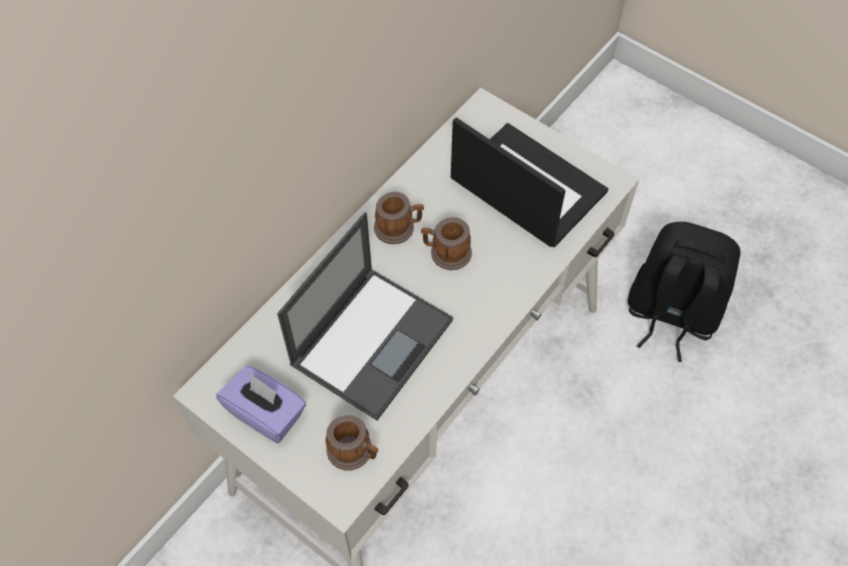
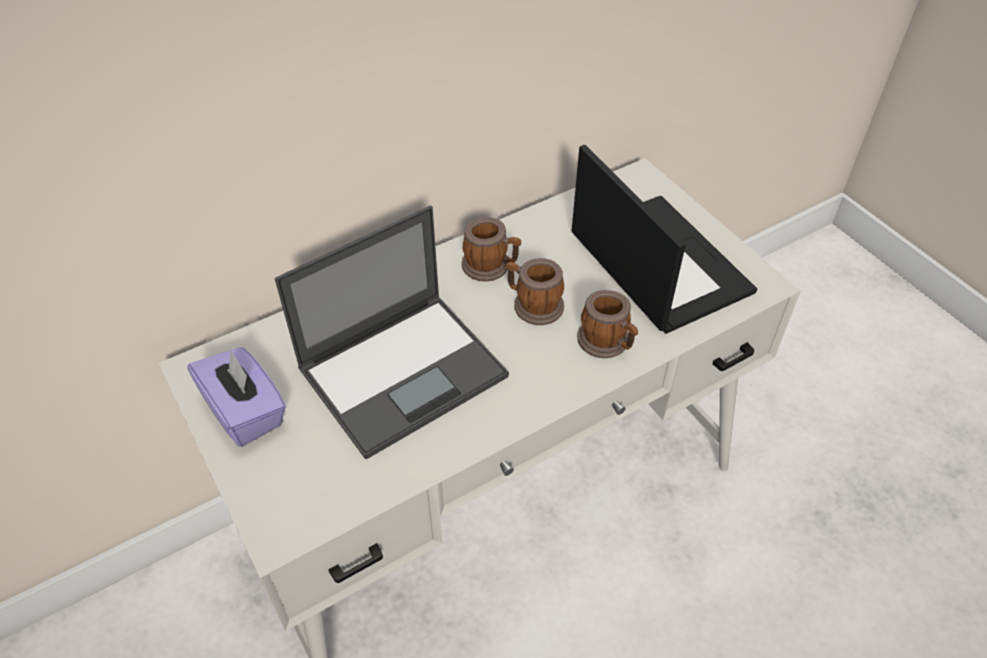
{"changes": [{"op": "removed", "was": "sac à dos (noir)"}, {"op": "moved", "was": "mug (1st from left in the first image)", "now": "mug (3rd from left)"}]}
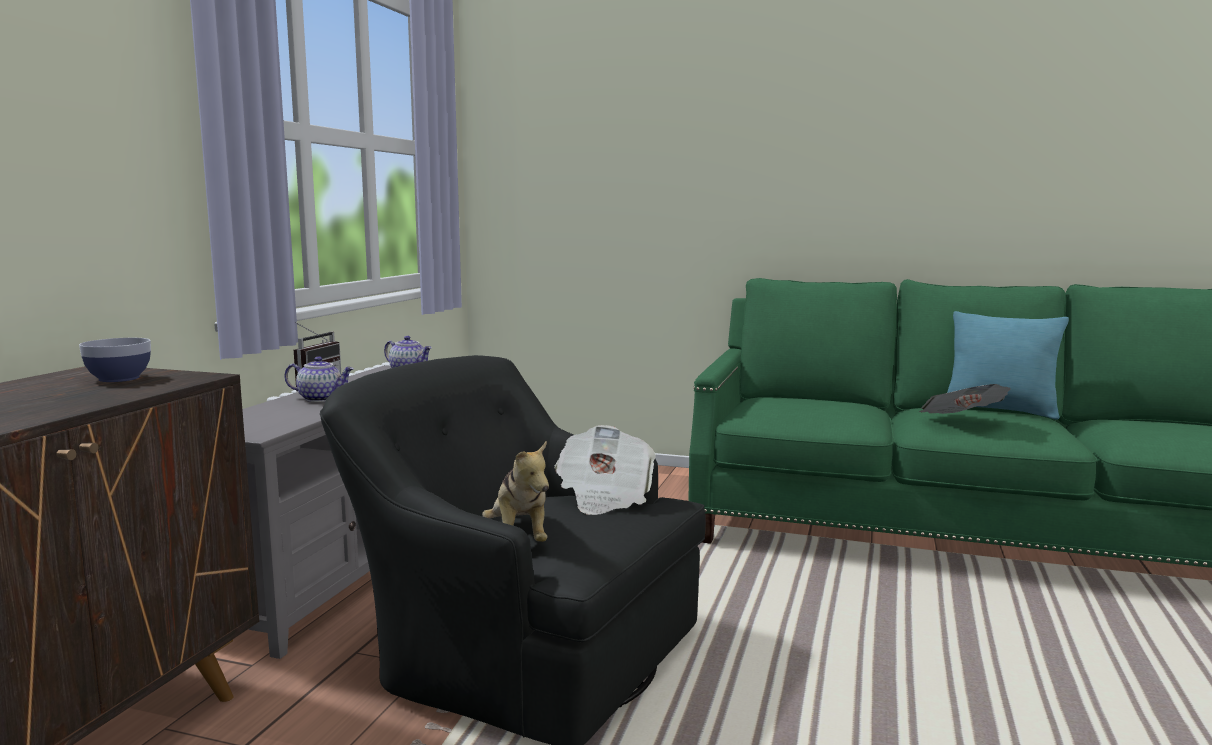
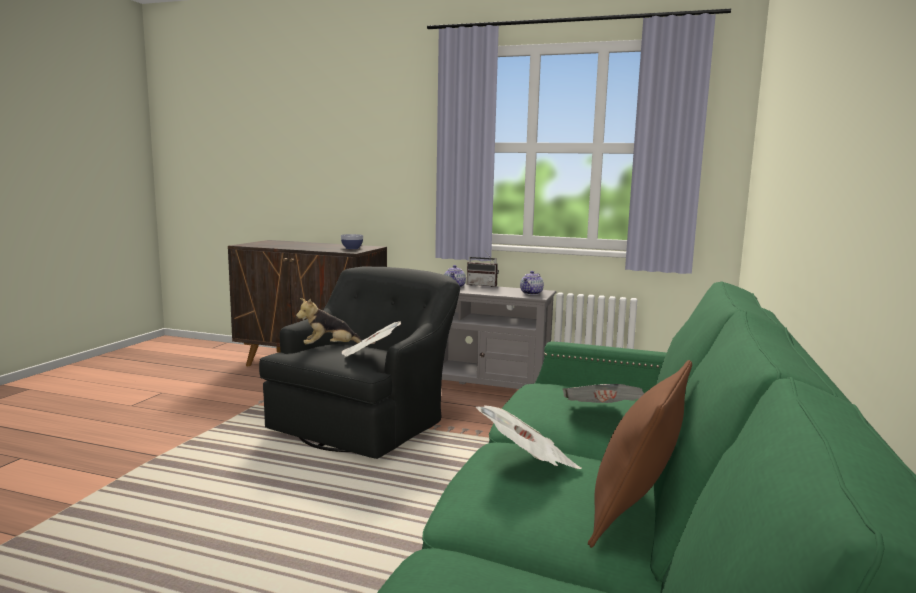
{"changes": [{"op": "added", "now": "journal (3rd from left)"}, {"op": "recoloured", "was": "coussin (turquoise)", "now": "coussin (marron)"}]}
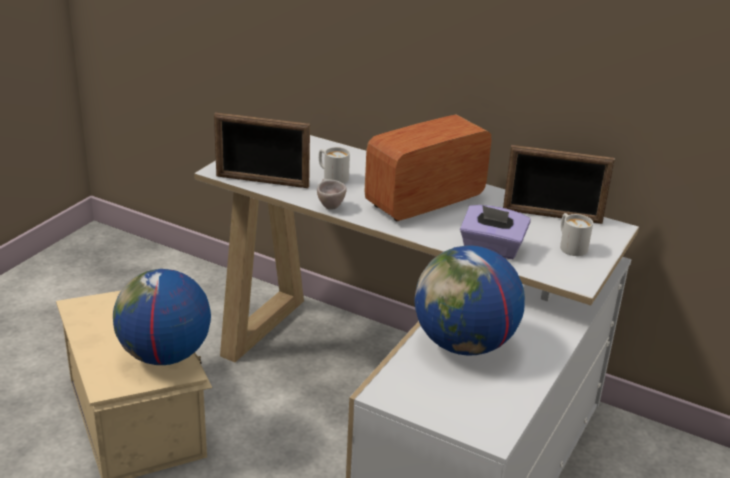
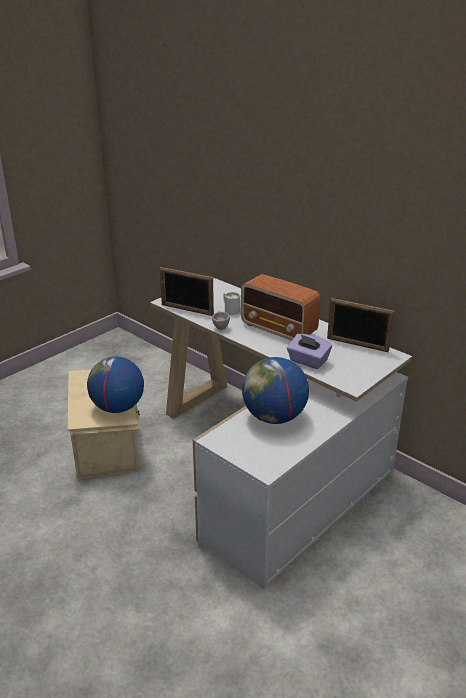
{"changes": [{"op": "removed", "was": "mug (blanc) (2nd from left)"}, {"op": "turned", "was": "radio", "clockwise": -120}]}
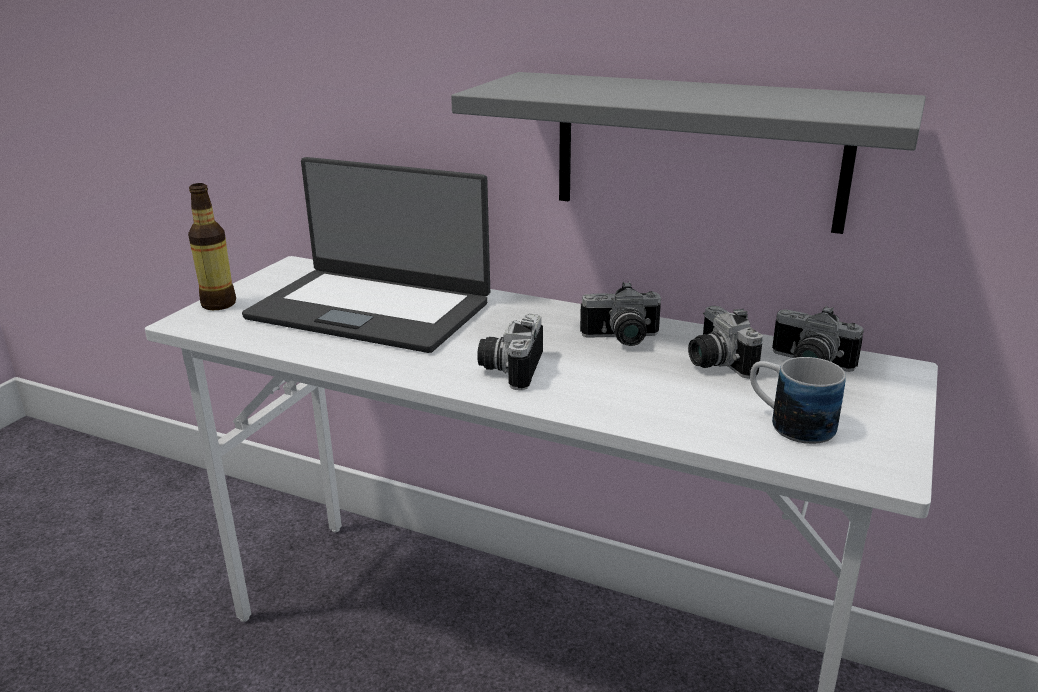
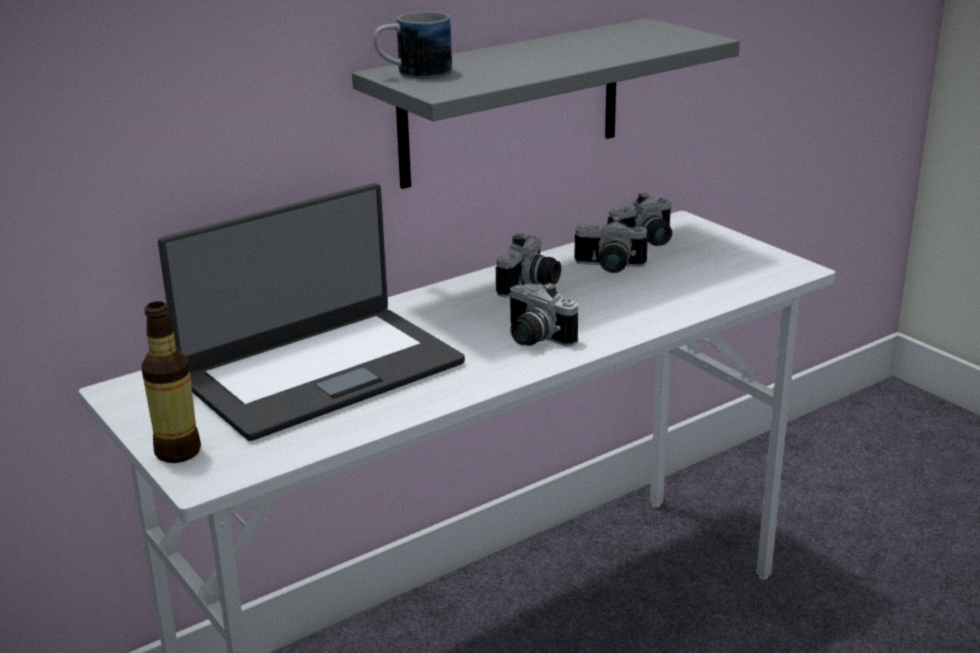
{"changes": [{"op": "moved", "was": "mug"}]}
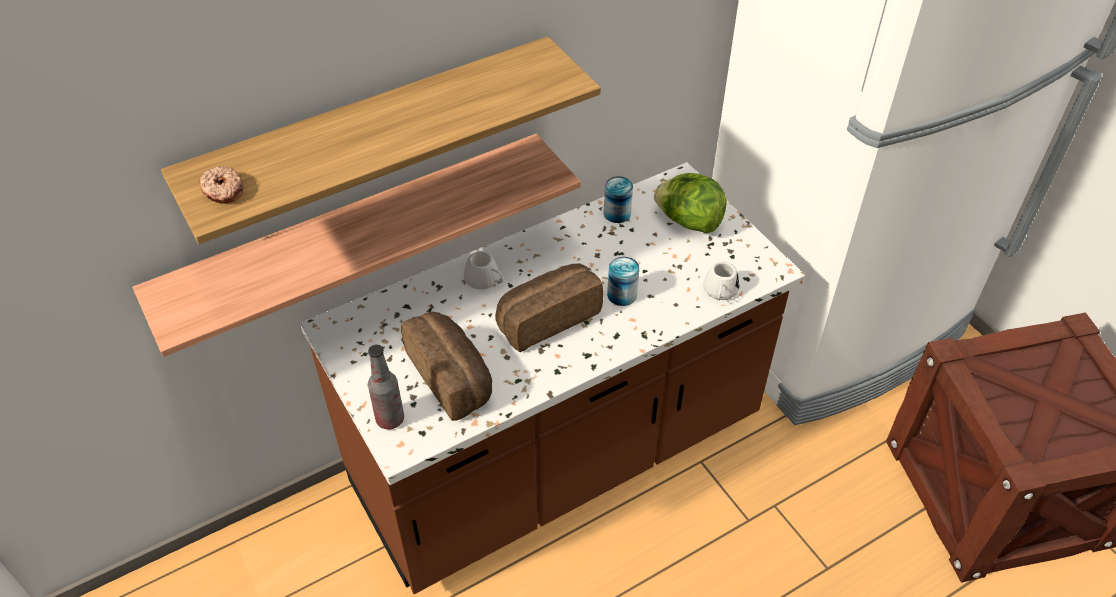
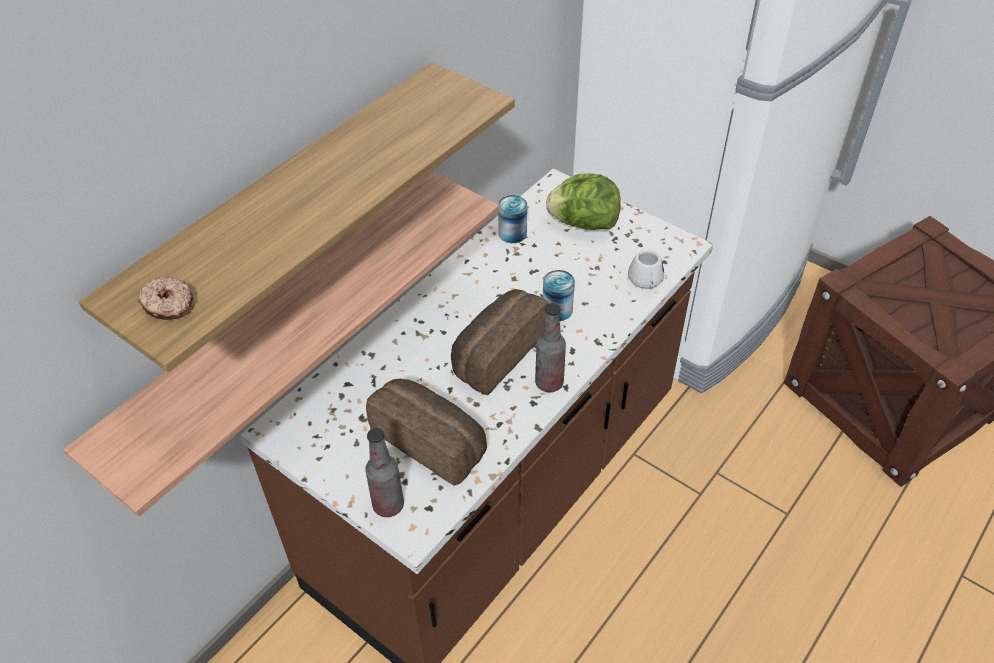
{"changes": [{"op": "removed", "was": "mug (blanc) (1st from left)"}, {"op": "added", "now": "bouteille (2nd from left)"}]}
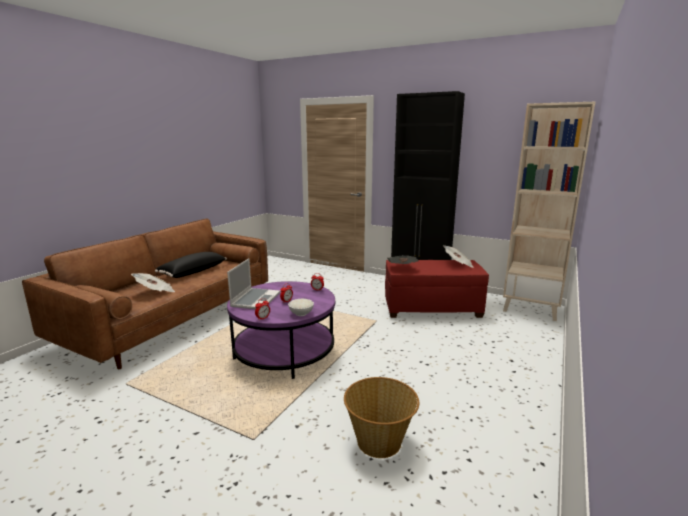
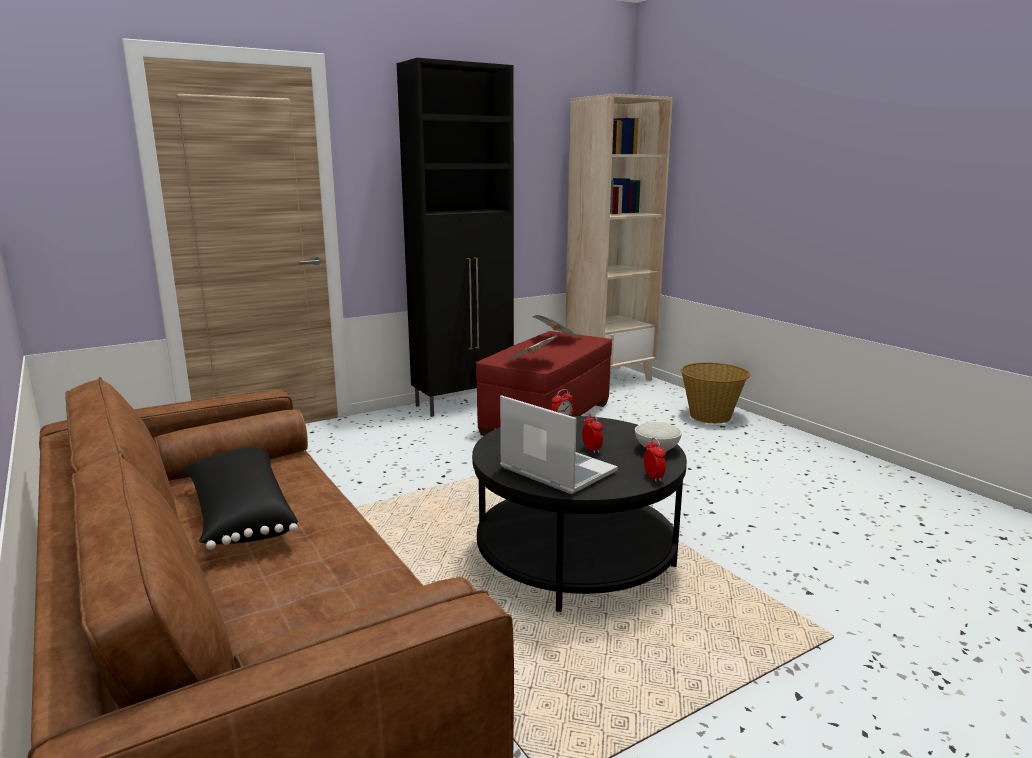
{"changes": [{"op": "removed", "was": "journal (1st from left)"}, {"op": "moved", "was": "panier"}, {"op": "recoloured", "was": "table basse (violet)", "now": "table basse (noir)"}]}
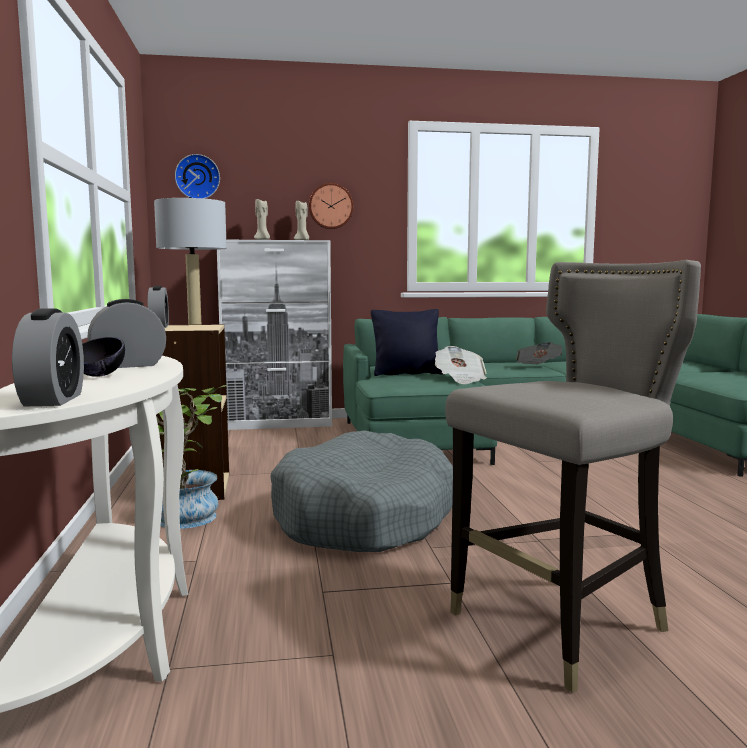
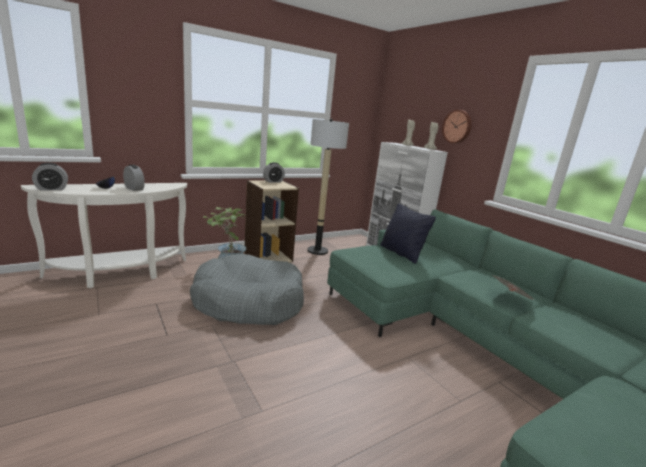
{"changes": [{"op": "removed", "was": "horloge murale (1st from left)"}, {"op": "removed", "was": "journal (1st from left)"}, {"op": "removed", "was": "tabouret (gris)"}]}
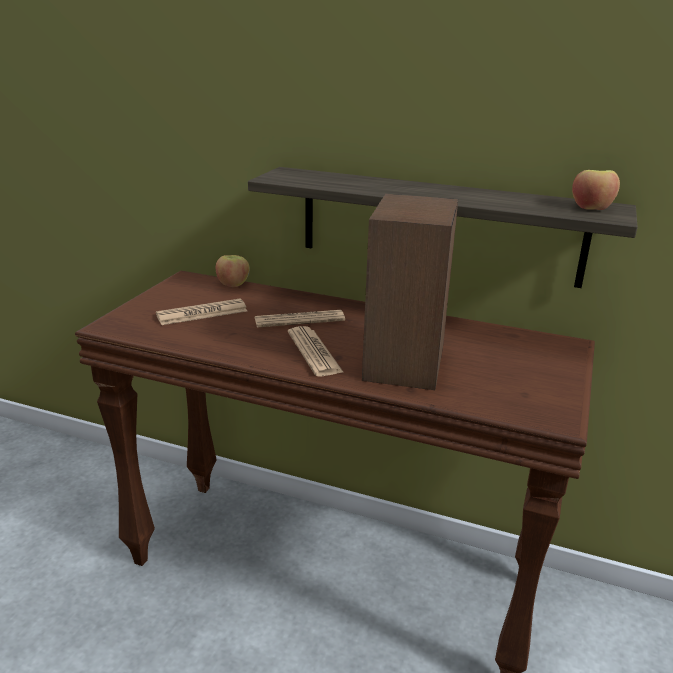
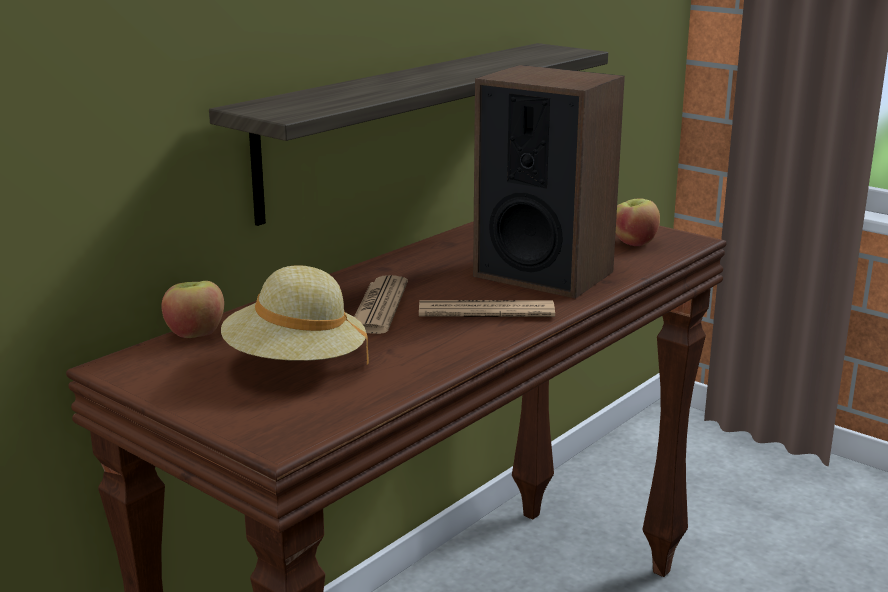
{"changes": [{"op": "moved", "was": "pomme (2nd from left)"}, {"op": "replaced", "was": "journal (1st from left)", "now": "chapeau (beige)"}]}
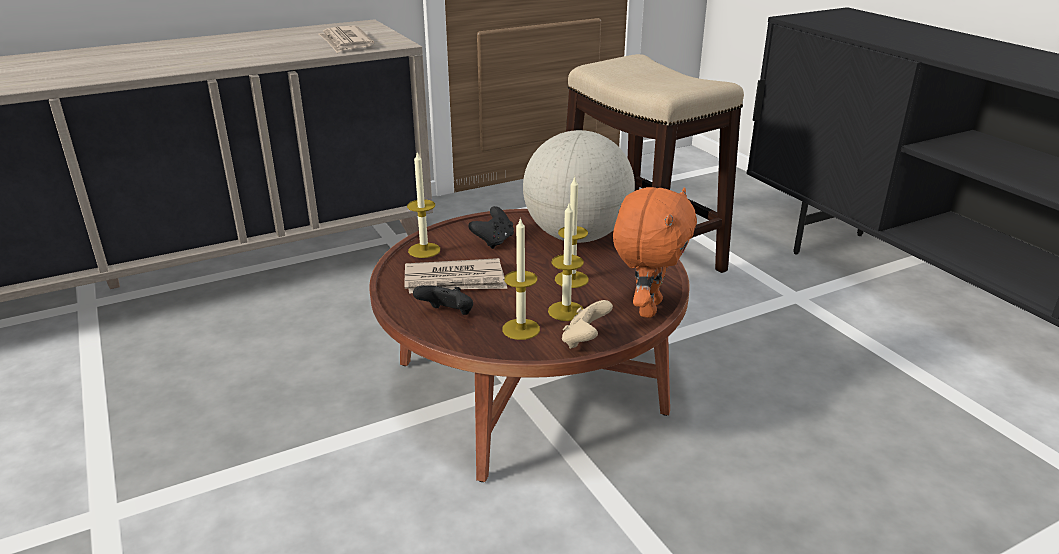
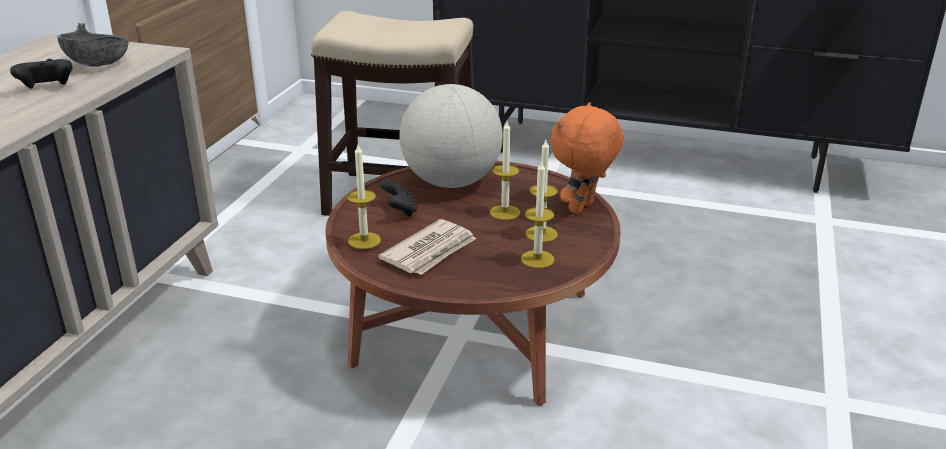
{"changes": [{"op": "removed", "was": "manette (beige)"}, {"op": "moved", "was": "manette (noir) (1st from left)"}, {"op": "replaced", "was": "journal (1st from left)", "now": "bol (gris)"}, {"op": "turned", "was": "peluche (orange)", "clockwise": -120}]}
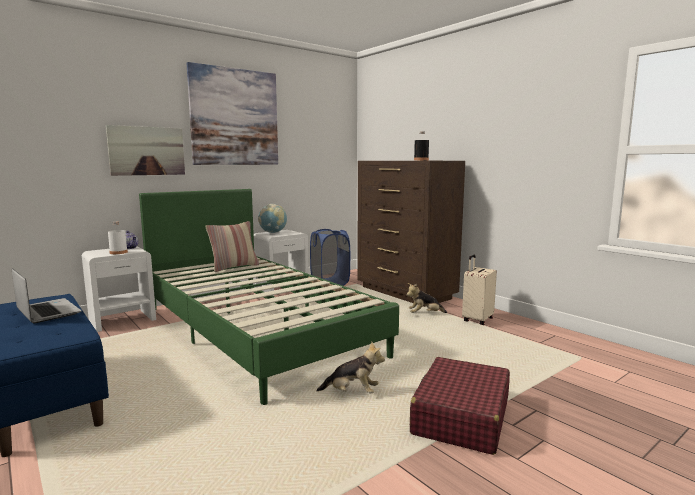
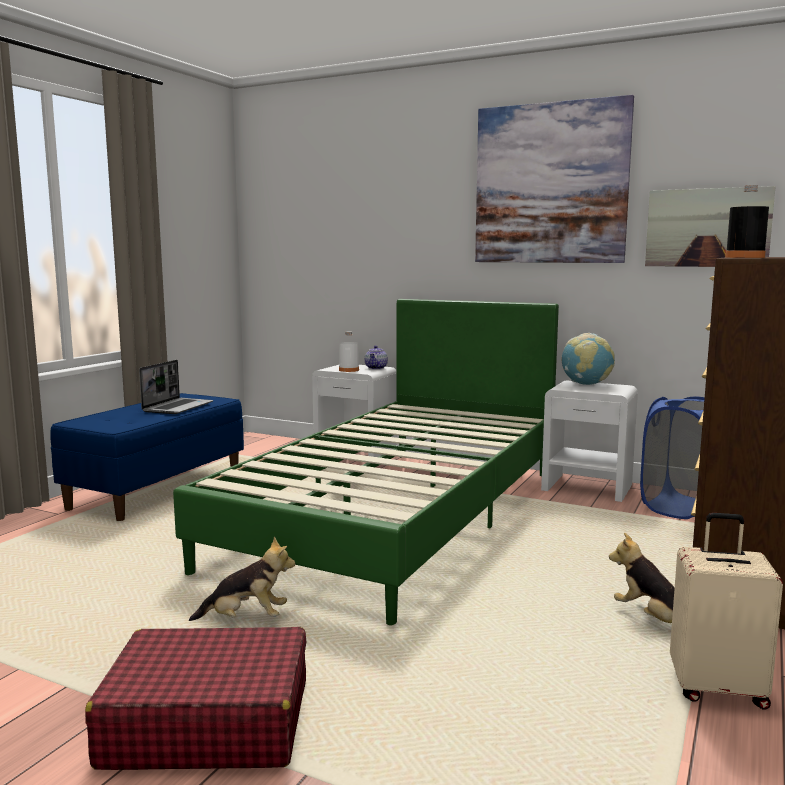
{"changes": [{"op": "removed", "was": "coussin"}, {"op": "moved", "was": "tableau (1st from left in the first image)", "now": "tableau (2nd from left)"}, {"op": "turned", "was": "peluche (1st from left)", "clockwise": -75}]}
